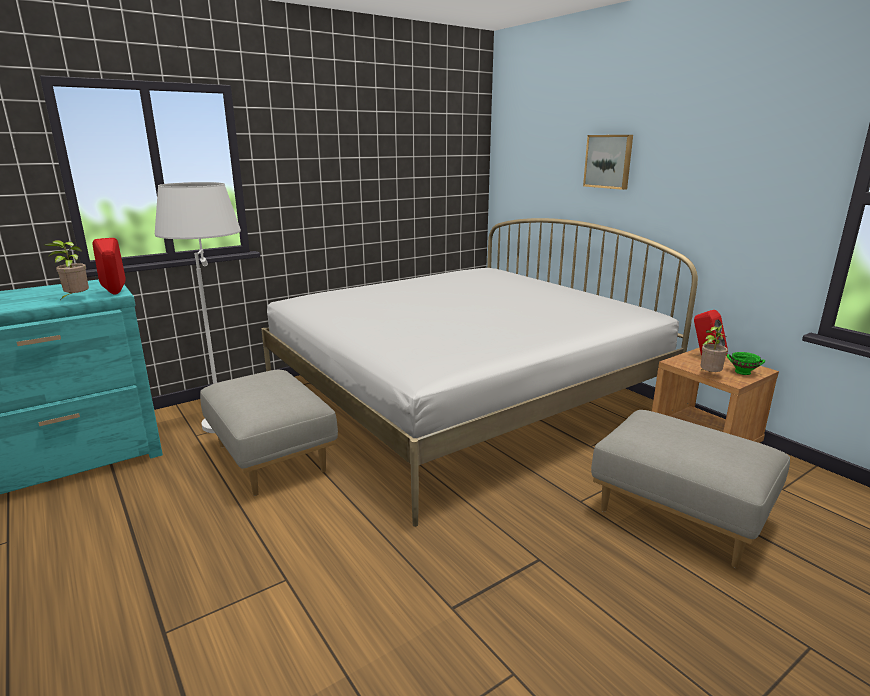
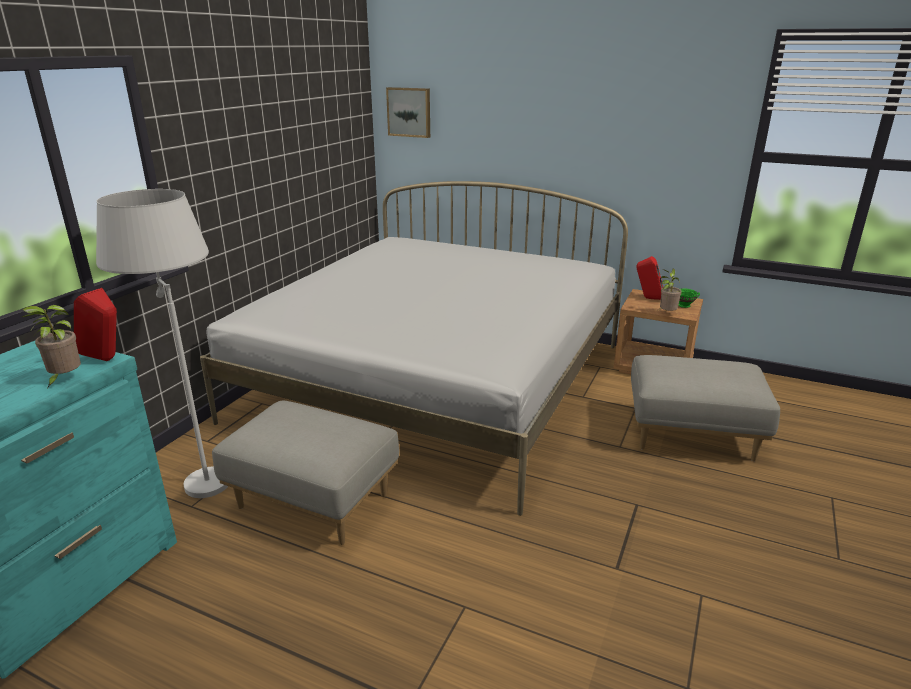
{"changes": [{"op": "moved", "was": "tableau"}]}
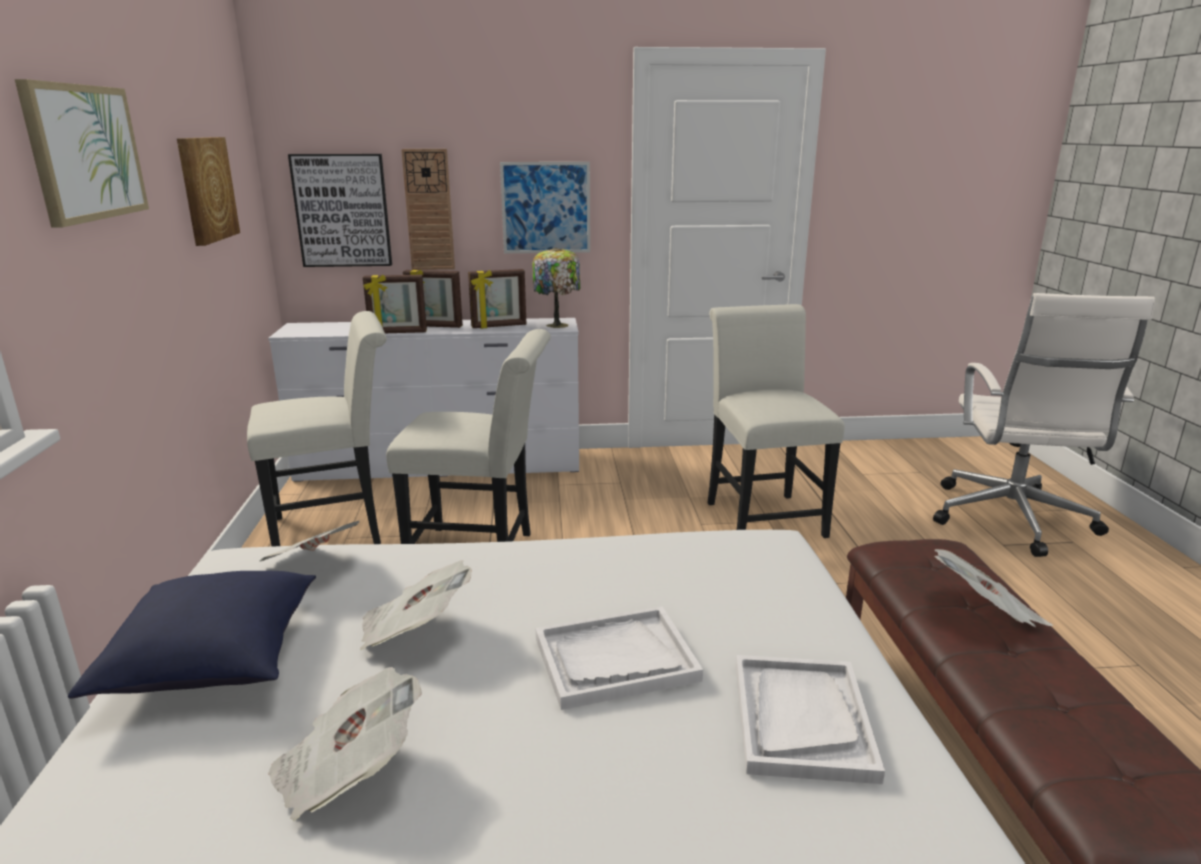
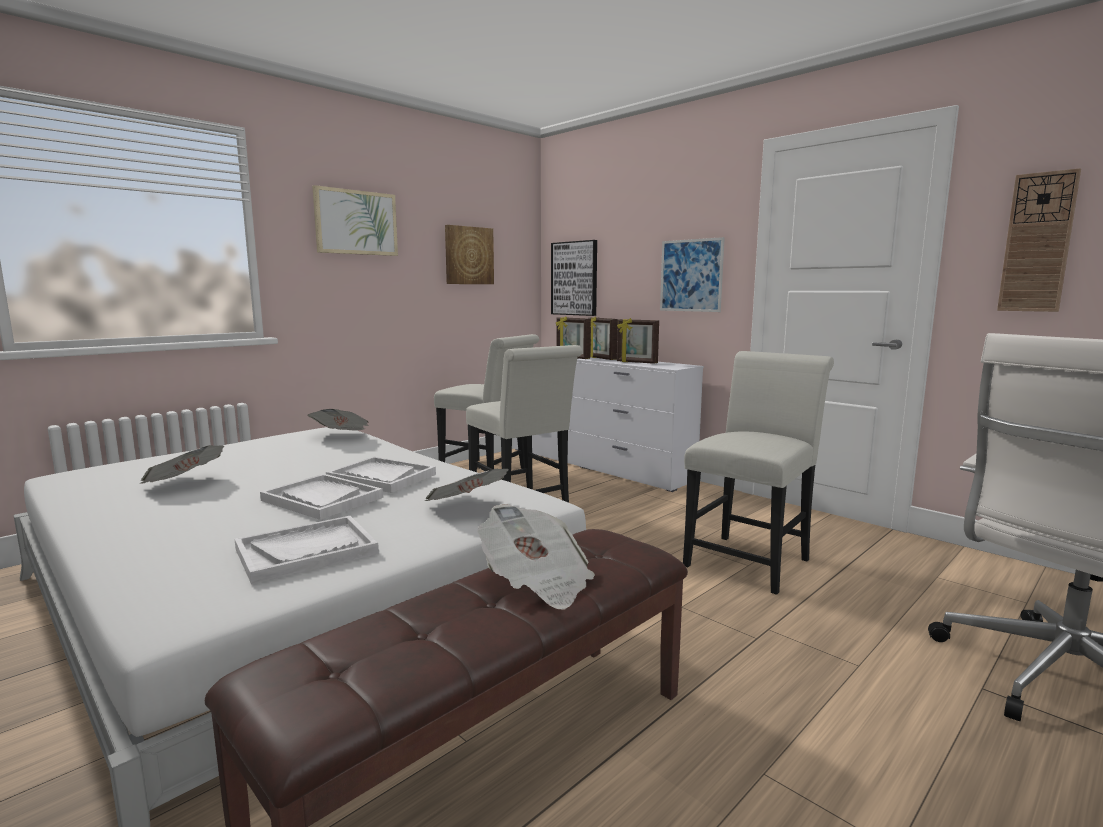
{"changes": [{"op": "removed", "was": "coussin (bleu)"}, {"op": "removed", "was": "lampe de table"}, {"op": "added", "now": "plateau (blanc) (3rd from left)"}, {"op": "moved", "was": "journal (3rd from left)"}, {"op": "moved", "was": "horloge murale"}]}
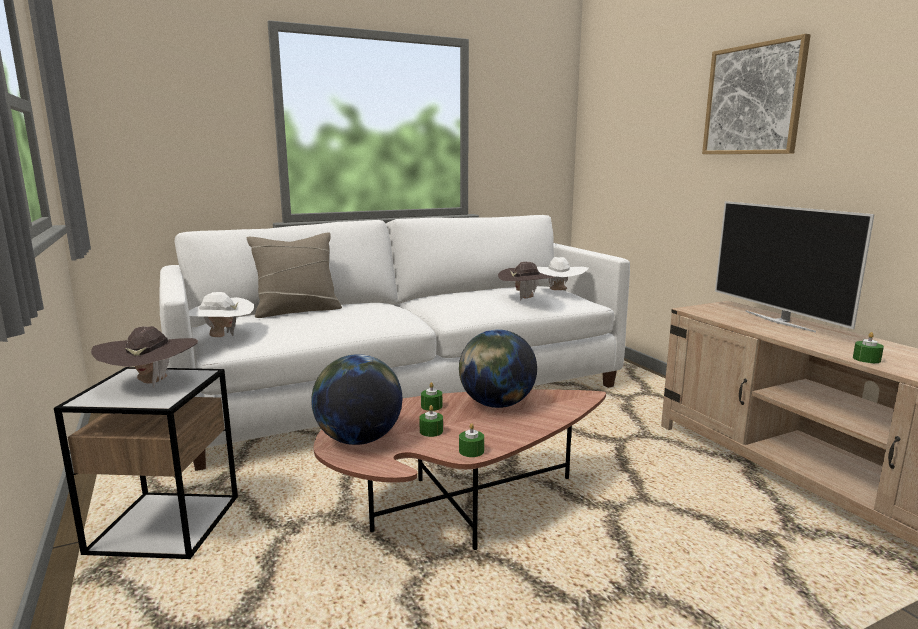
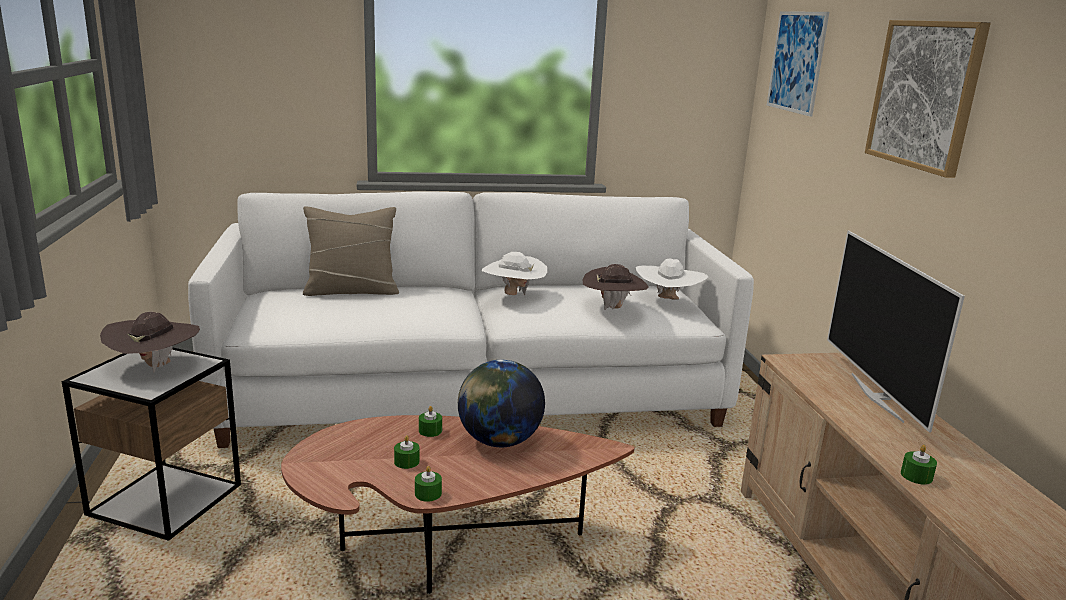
{"changes": [{"op": "removed", "was": "globe (1st from left)"}, {"op": "added", "now": "tableau (1st from left)"}, {"op": "moved", "was": "chapeau (blanc) (1st from left)"}]}
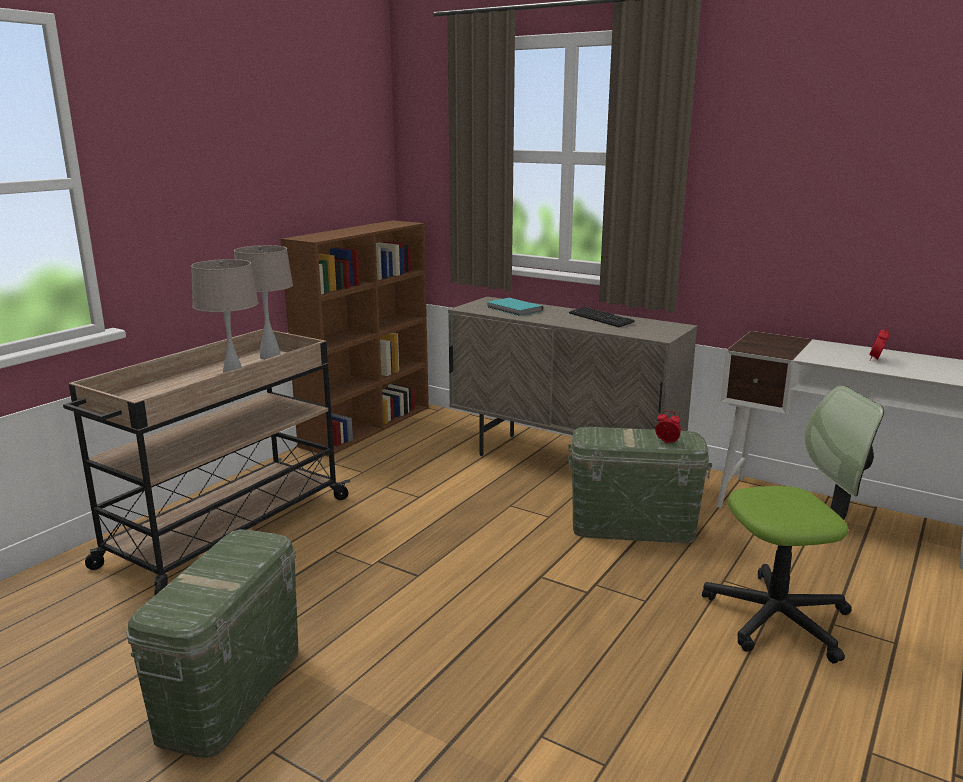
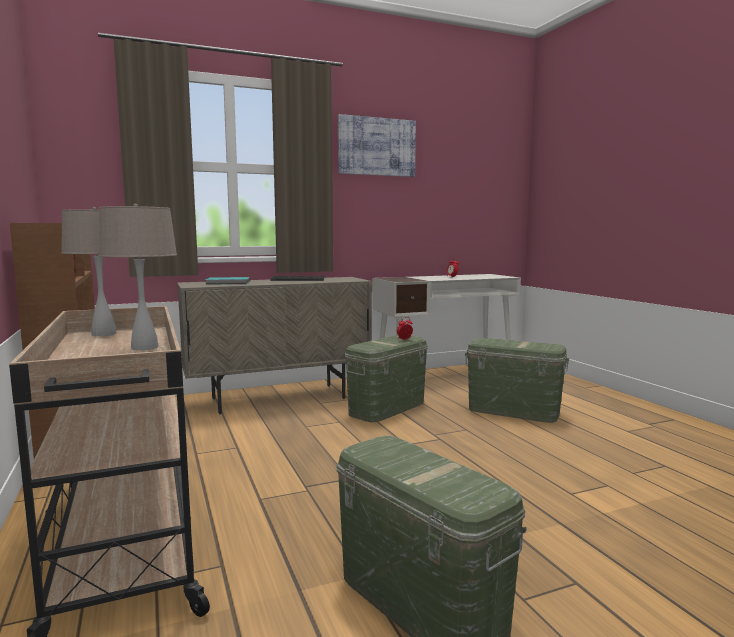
{"changes": [{"op": "added", "now": "tableau"}, {"op": "replaced", "was": "chaise de bureau", "now": "boîte de rangement (vert) (3rd from left)"}]}
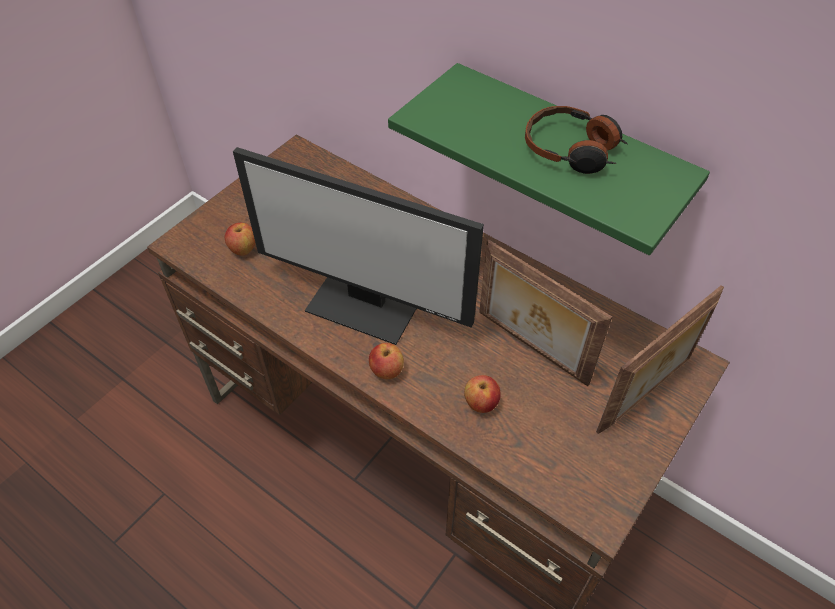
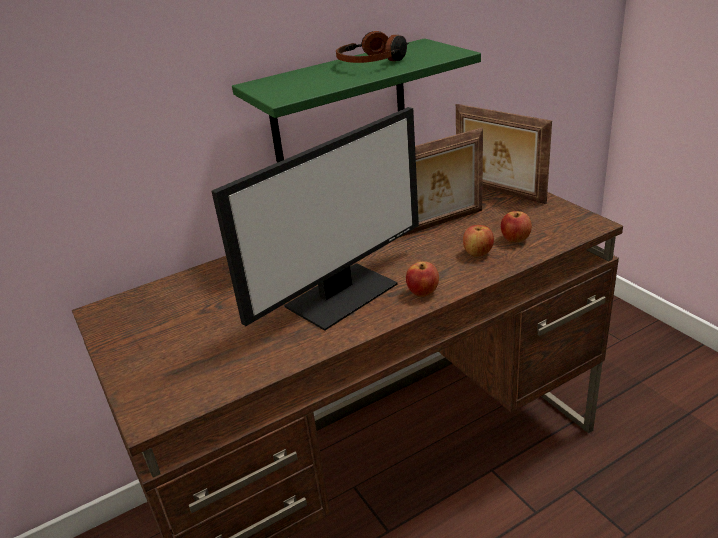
{"changes": [{"op": "moved", "was": "pomme (1st from left in the first image)", "now": "pomme (3rd from left)"}, {"op": "turned", "was": "cadre photo (2nd from left)", "clockwise": 150}]}
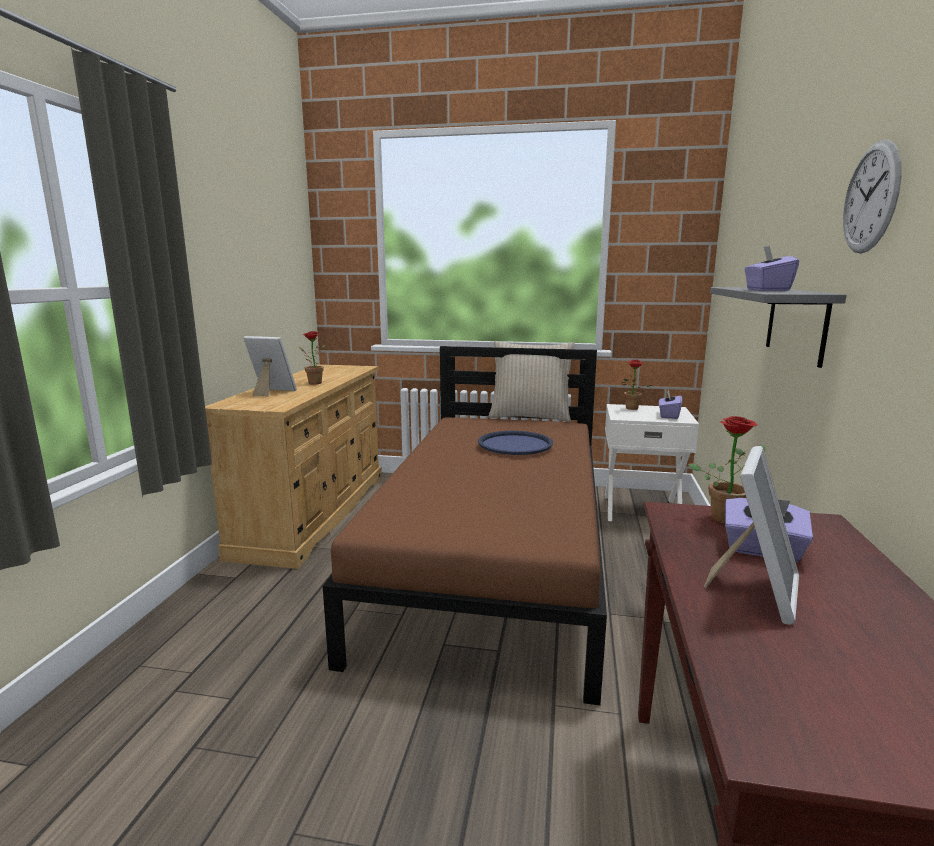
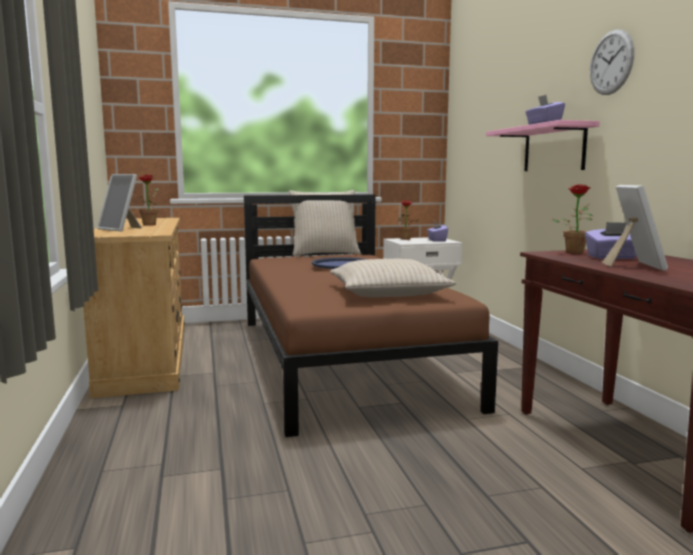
{"changes": [{"op": "added", "now": "coussin (beige) (2nd from left)"}, {"op": "recoloured", "was": "étagère (gris)", "now": "étagère (rose)"}, {"op": "turned", "was": "cadre photo (1st from left)", "clockwise": -135}]}
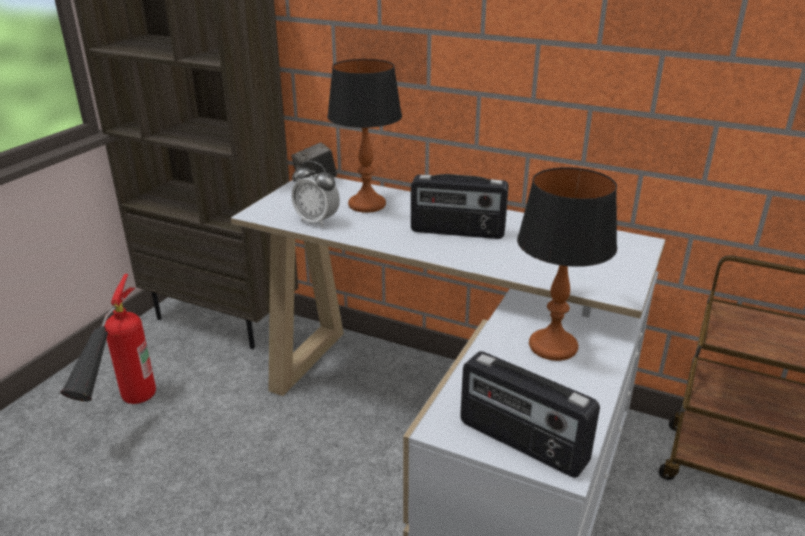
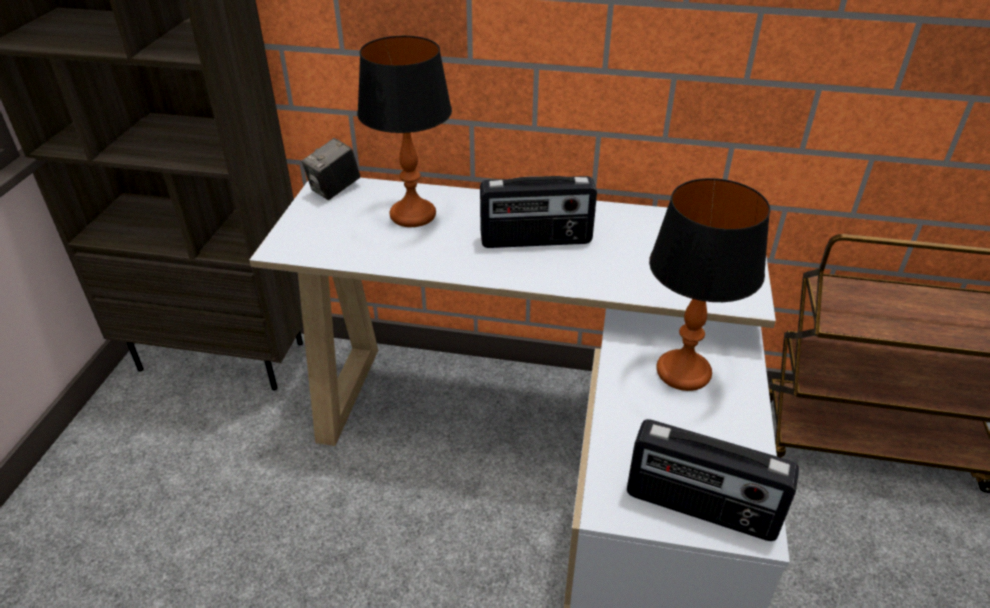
{"changes": [{"op": "removed", "was": "extincteur"}, {"op": "removed", "was": "réveil"}]}
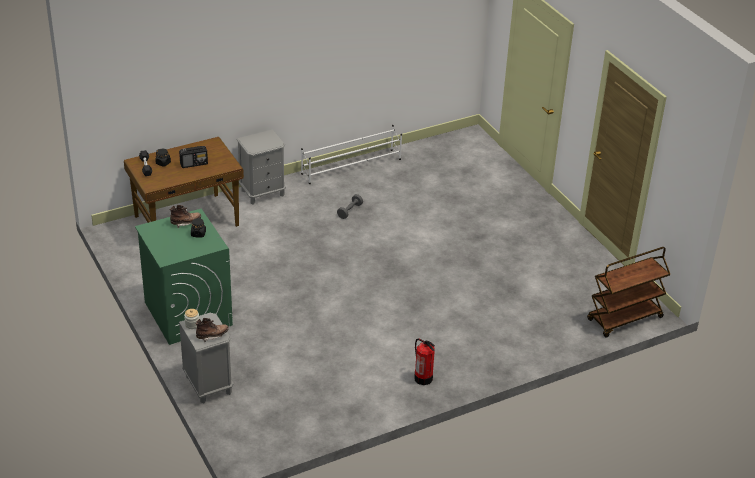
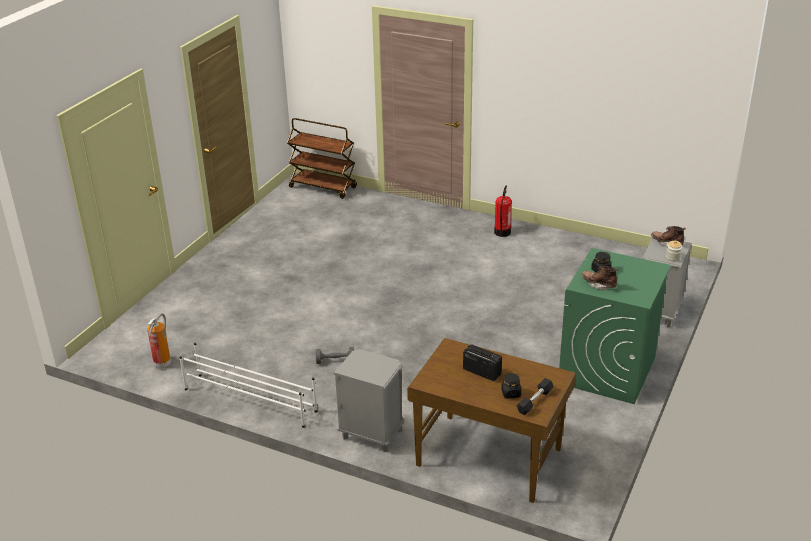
{"changes": [{"op": "added", "now": "extincteur (1st from left)"}]}
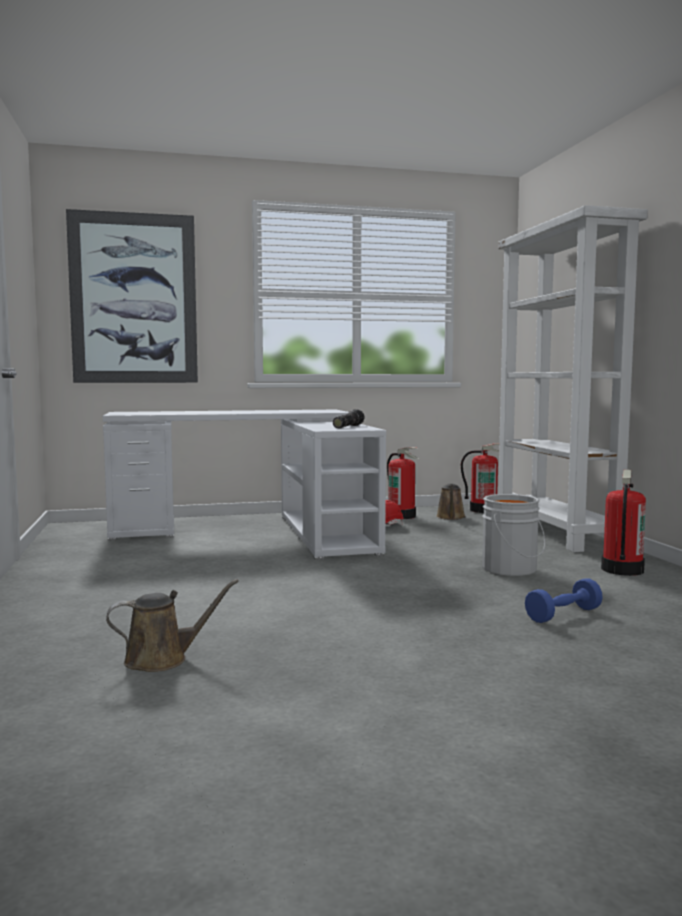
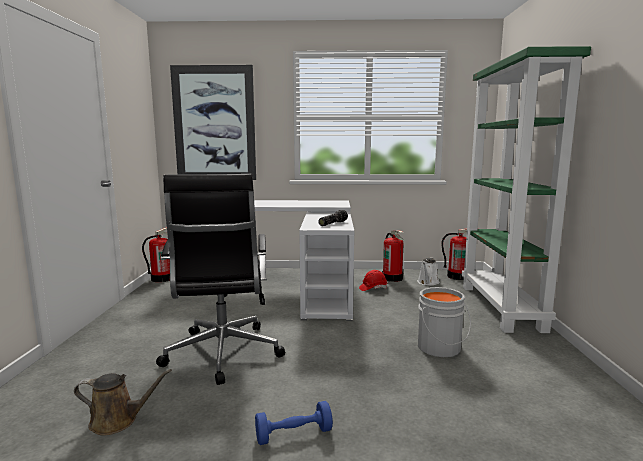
{"changes": [{"op": "added", "now": "chaise de bureau (noir)"}, {"op": "moved", "was": "haltère (bleu)"}, {"op": "moved", "was": "extincteur (3rd from left in the first image)", "now": "extincteur (1st from left)"}, {"op": "recoloured", "was": "arrosoir (marron) (2nd from left)", "now": "arrosoir (blanc)"}, {"op": "recoloured", "was": "bibliothèque (blanc)", "now": "bibliothèque (vert)"}]}
